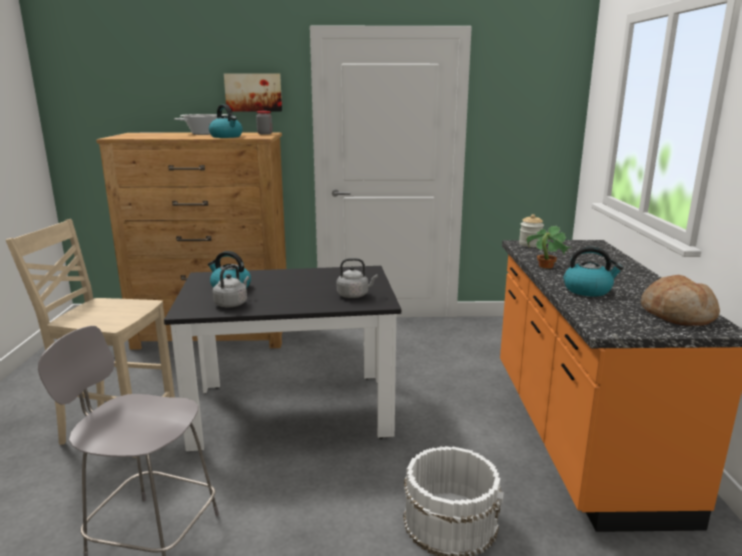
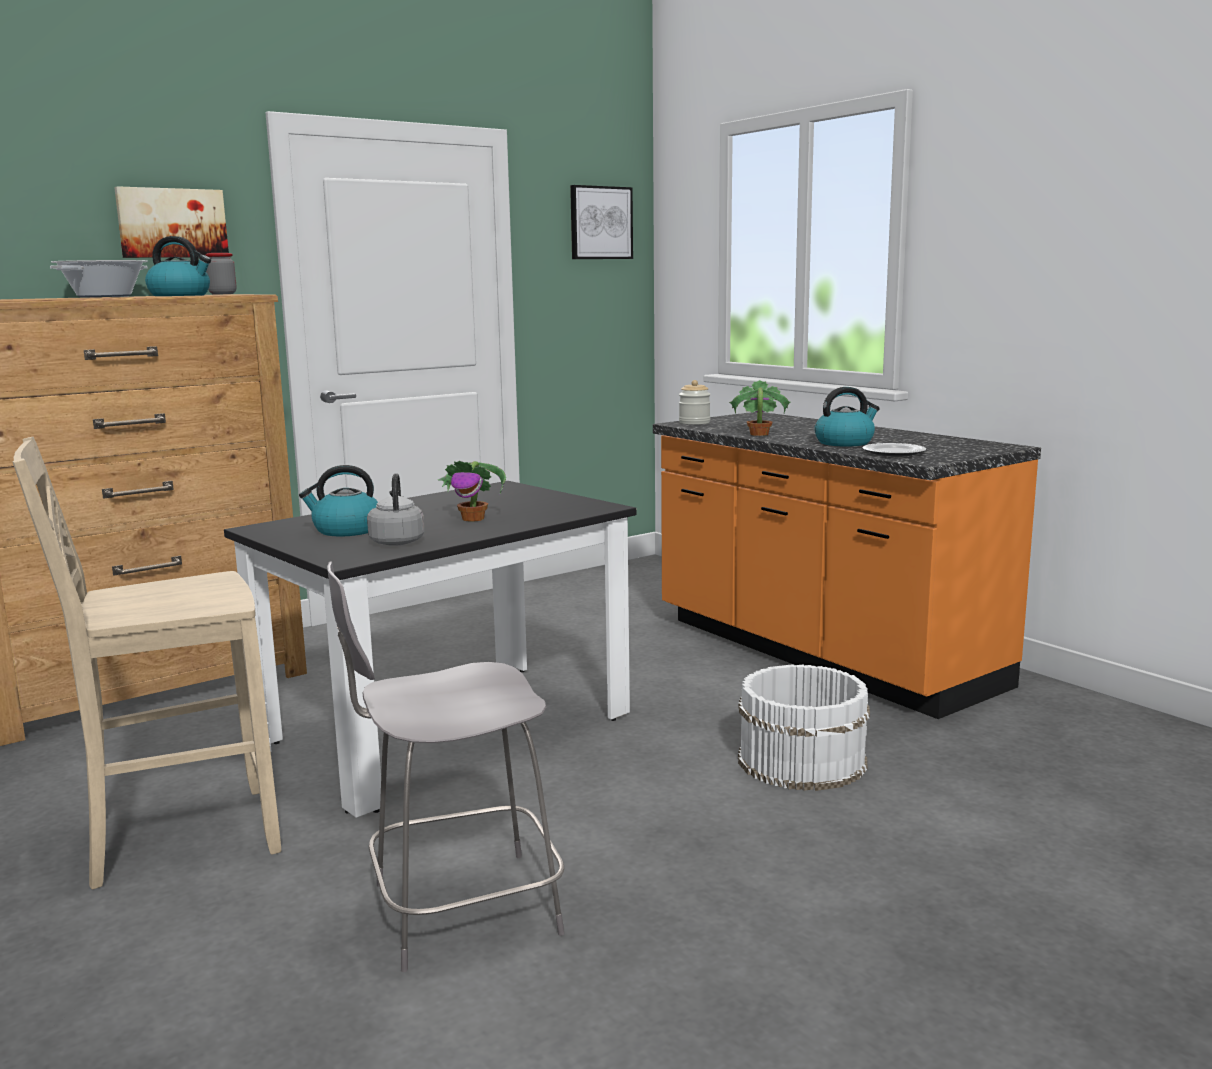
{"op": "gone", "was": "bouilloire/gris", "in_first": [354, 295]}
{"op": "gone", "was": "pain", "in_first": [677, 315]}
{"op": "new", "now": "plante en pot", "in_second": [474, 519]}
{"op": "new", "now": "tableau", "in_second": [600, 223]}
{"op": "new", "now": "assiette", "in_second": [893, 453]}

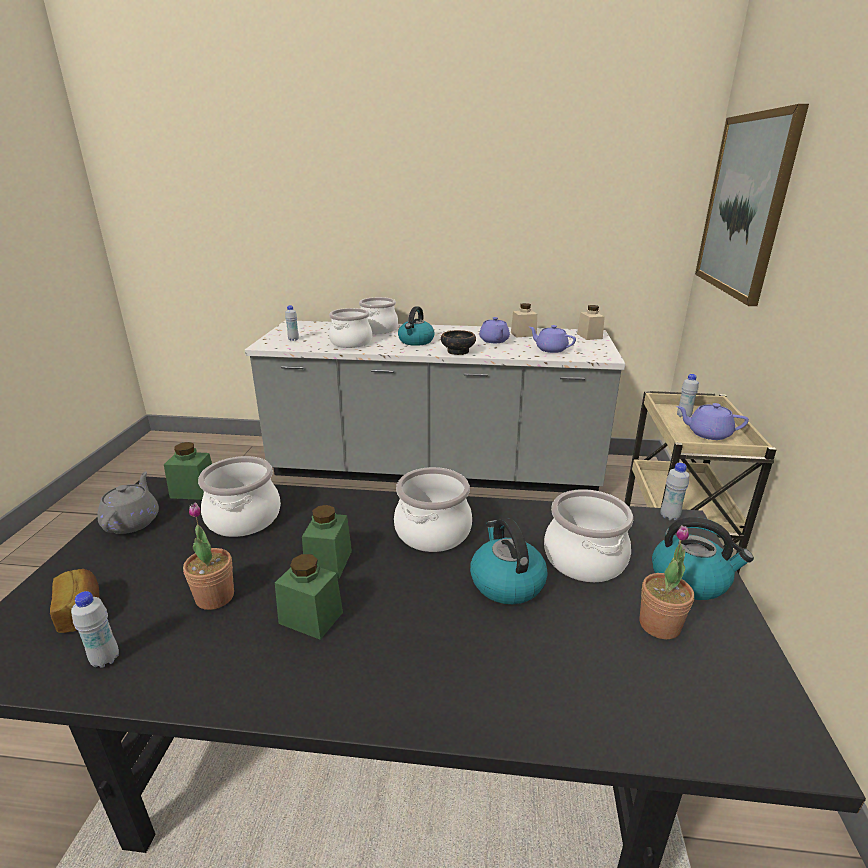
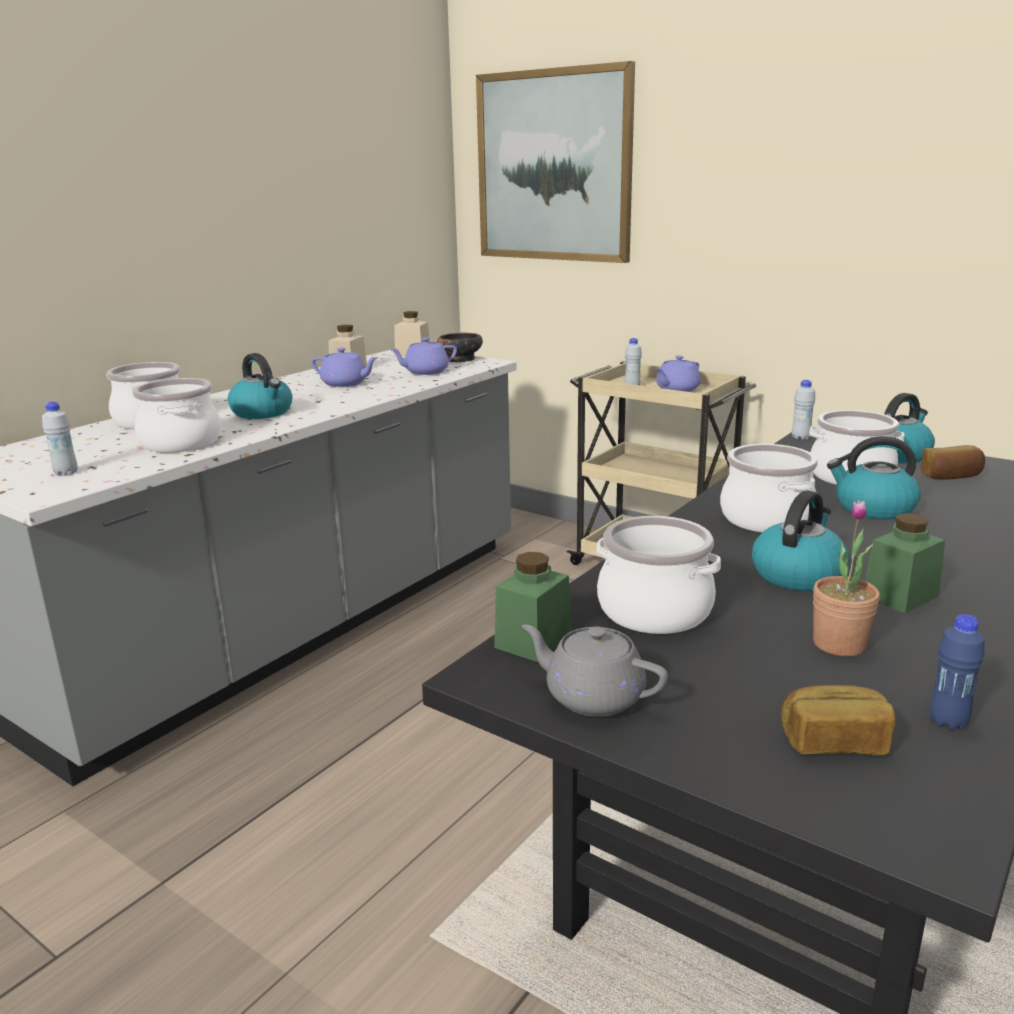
{"op": "repainted", "was": "bouteille/blanc", "now": "bouteille/bleu", "in_first": [105, 659], "in_second": [948, 722]}
{"op": "swapped", "was": "bocal/vert", "now": "bouilloire", "in_first": [329, 562], "in_second": [797, 574]}
{"op": "shifted", "was": "bol", "in_first": [457, 352], "in_second": [460, 359]}
{"op": "swapped", "was": "plante en pot", "now": "pain", "in_first": [659, 625], "in_second": [951, 476]}

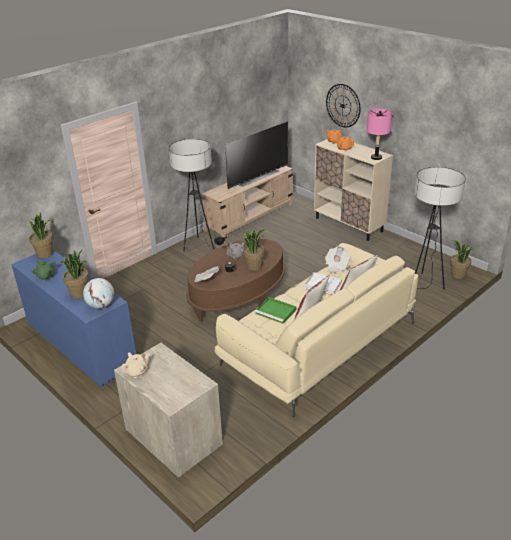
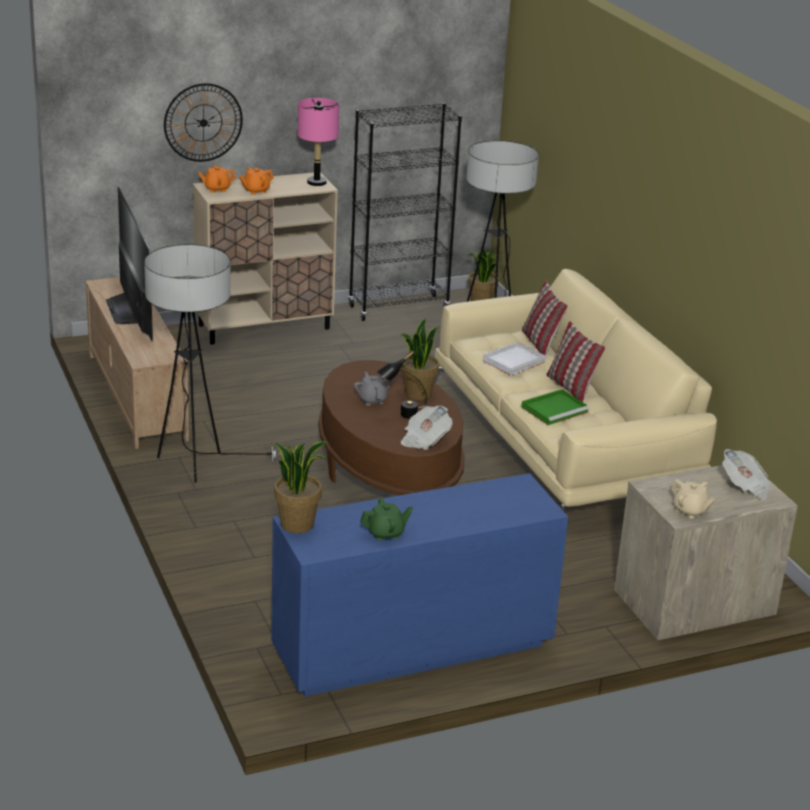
{"op": "gone", "was": "plante en pot", "in_first": [79, 294]}
{"op": "gone", "was": "globe", "in_first": [101, 305]}
{"op": "rotated", "was": "théière/beige", "in_first": [137, 371], "in_second": [690, 511], "clockwise": 150}
{"op": "shifted", "was": "journal", "in_first": [337, 266], "in_second": [745, 487]}
{"op": "new", "now": "bibliothèque/noir", "in_second": [398, 308]}

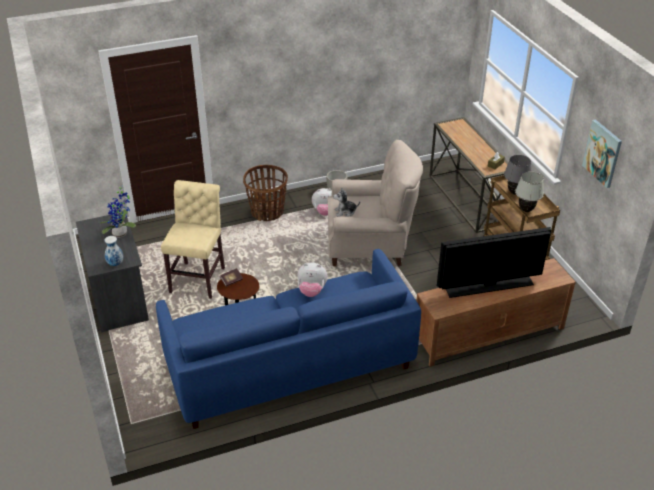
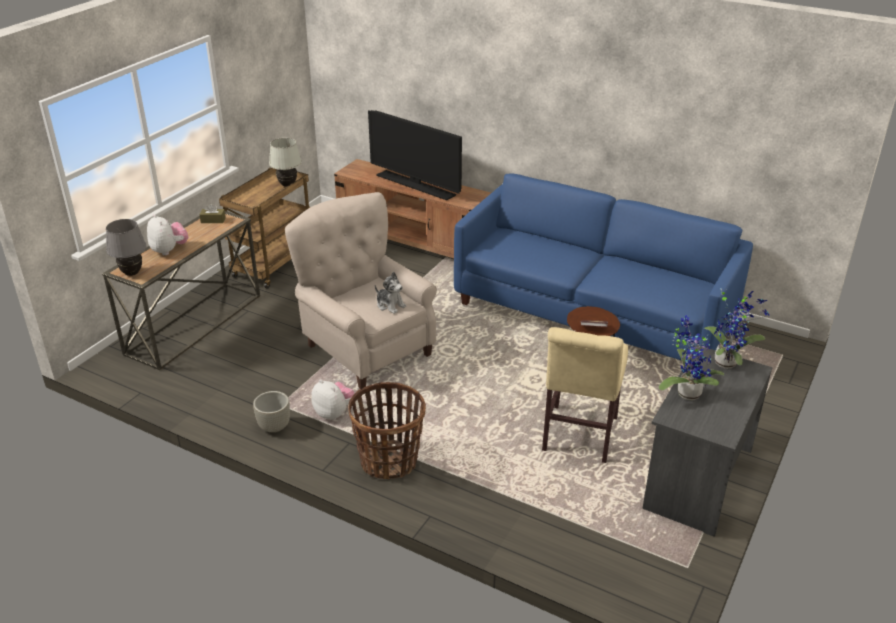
{"op": "swapped", "was": "vase", "now": "plante en pot", "in_first": [115, 264], "in_second": [727, 362]}
{"op": "rotated", "was": "chaise/beige", "in_first": [199, 278], "in_second": [578, 437], "clockwise": -45}
{"op": "shifted", "was": "peluche", "in_first": [312, 291], "in_second": [169, 250]}
{"op": "shifted", "was": "lampe de table/gris", "in_first": [514, 192], "in_second": [132, 273]}
{"op": "gone", "was": "tableau", "in_first": [602, 153]}

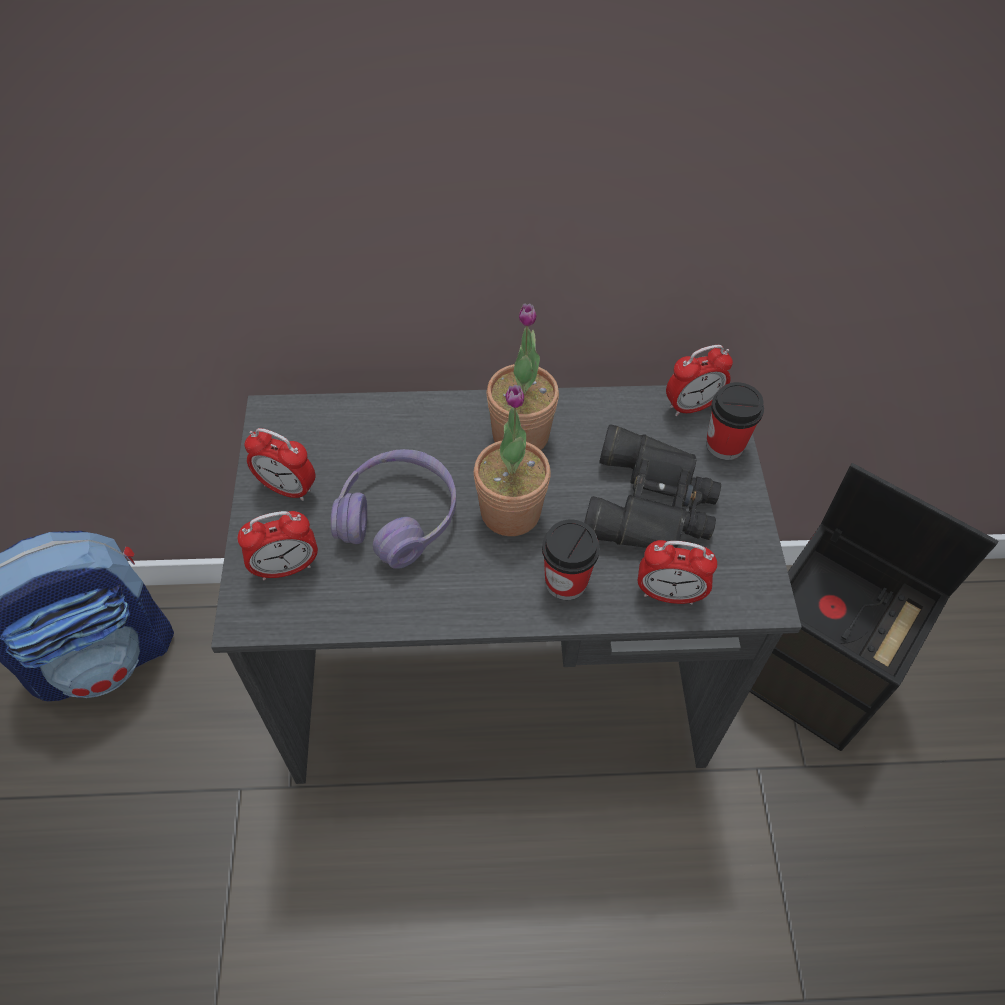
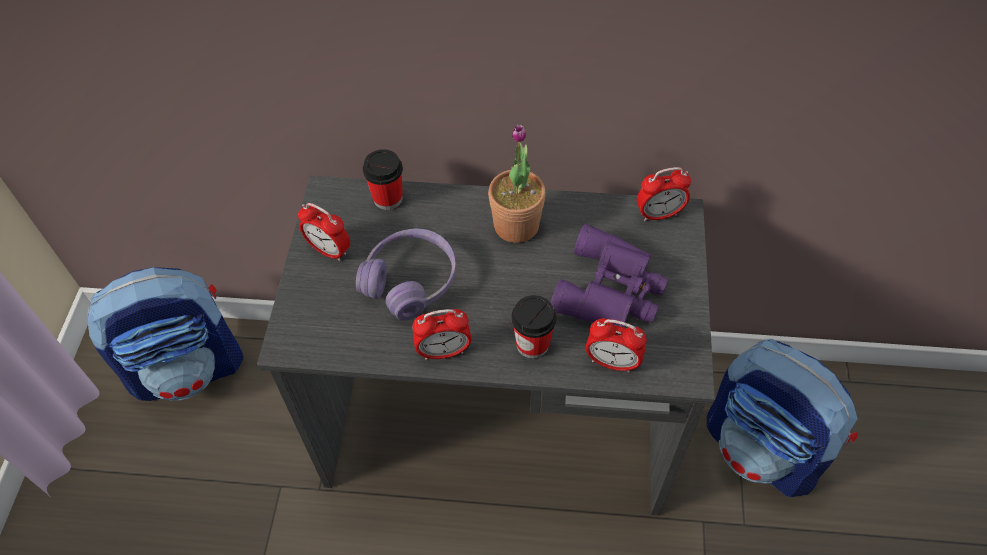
{"op": "shifted", "was": "réveil", "in_first": [286, 568], "in_second": [443, 351]}
{"op": "gone", "was": "plante en pot", "in_first": [510, 512]}
{"op": "repainted", "was": "jumelles/noir", "now": "jumelles/violet", "in_first": [652, 504], "in_second": [612, 290]}
{"op": "shifted", "was": "tasse", "in_first": [724, 445], "in_second": [388, 198]}
{"op": "swapped", "was": "boîte de rangement/noir", "now": "sac à dos", "in_first": [812, 674], "in_second": [763, 449]}

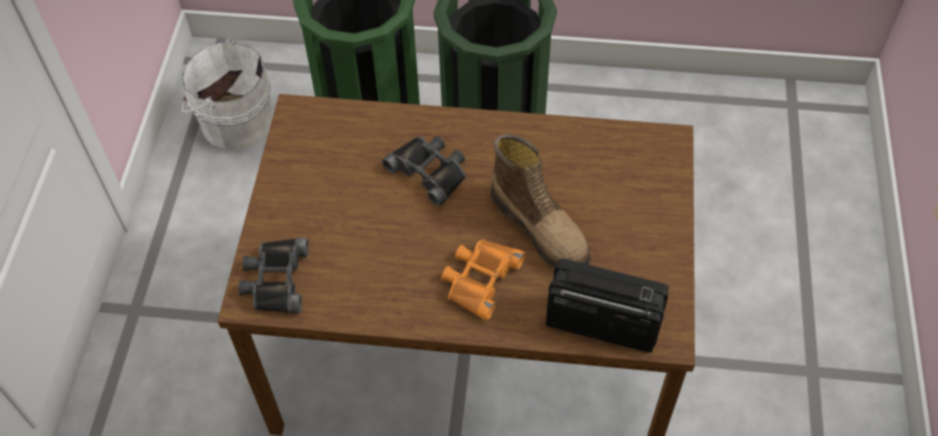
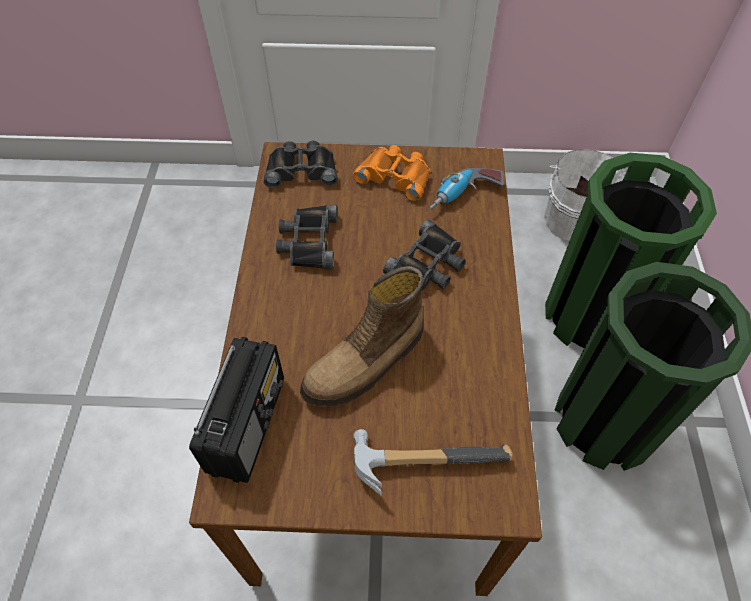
{"op": "shifted", "was": "jumelles/orange", "in_first": [480, 279], "in_second": [395, 176]}
{"op": "new", "now": "jumelles/noir", "in_second": [308, 241]}
{"op": "new", "now": "marteau", "in_second": [423, 457]}
{"op": "new", "now": "perceuse", "in_second": [464, 197]}

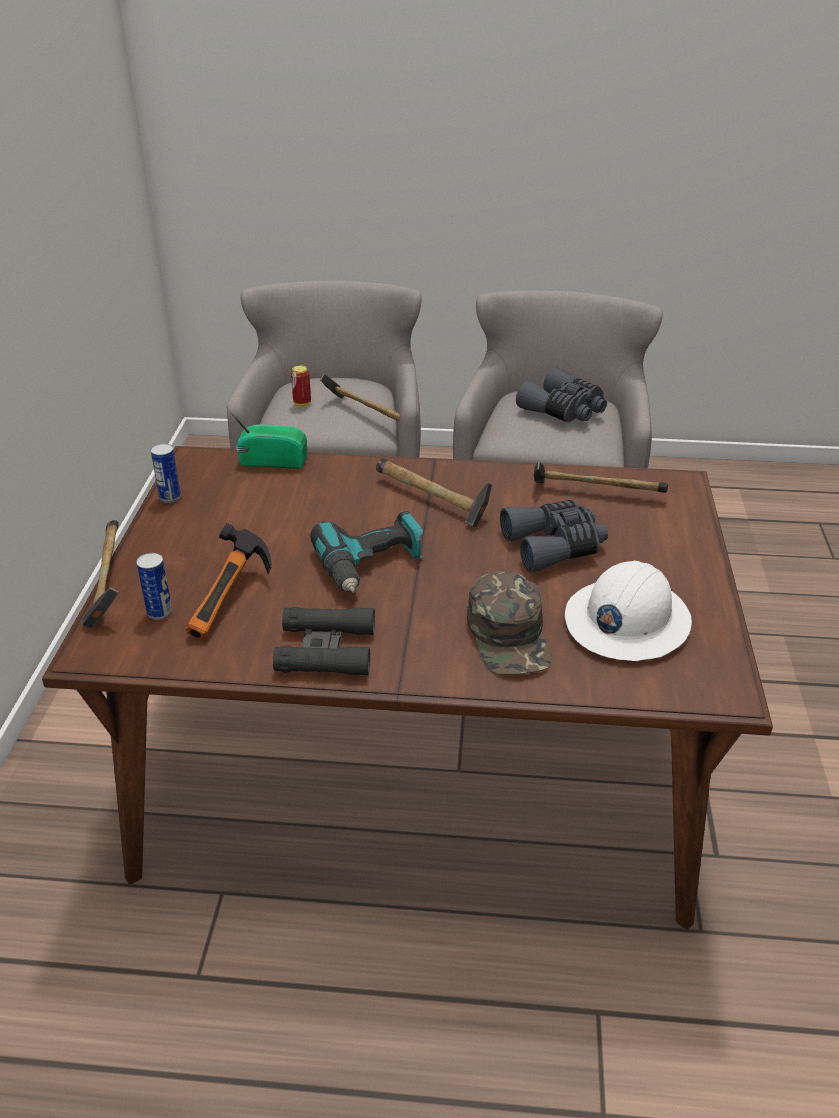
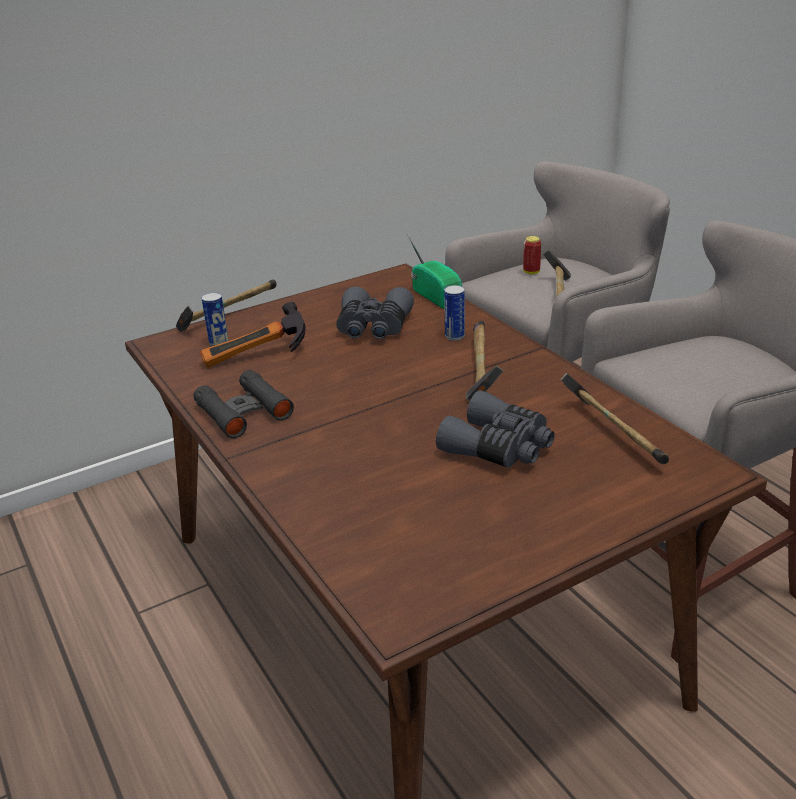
{"op": "shifted", "was": "boîte métallique", "in_first": [170, 497], "in_second": [454, 336]}
{"op": "gone", "was": "perceuse", "in_first": [371, 565]}
{"op": "gone", "was": "casquette/vert", "in_first": [510, 635]}
{"op": "shifted", "was": "jumelles/gris", "in_first": [564, 410], "in_second": [373, 327]}
{"op": "gone", "was": "casque de chantier/blanc", "in_first": [626, 621]}

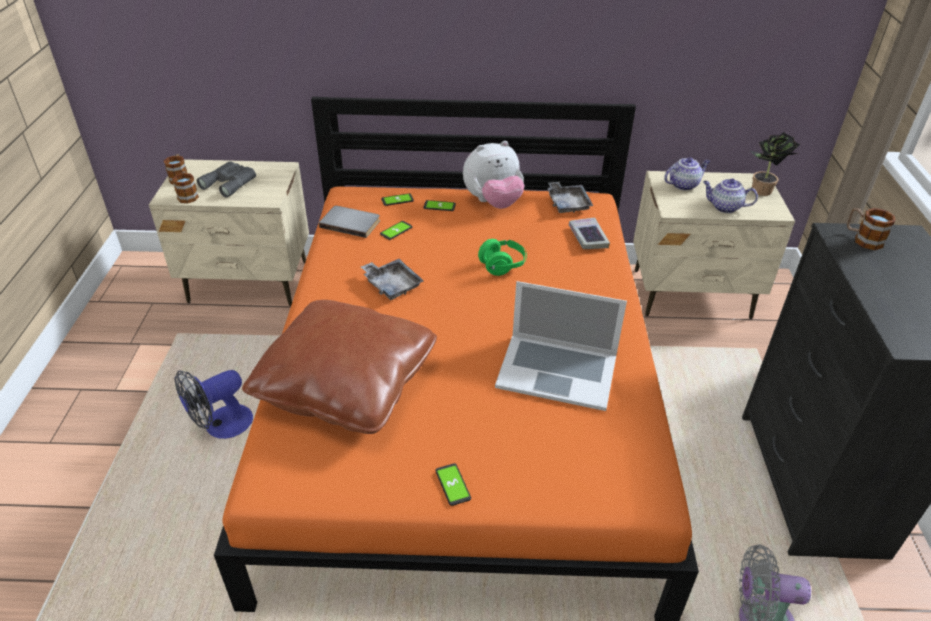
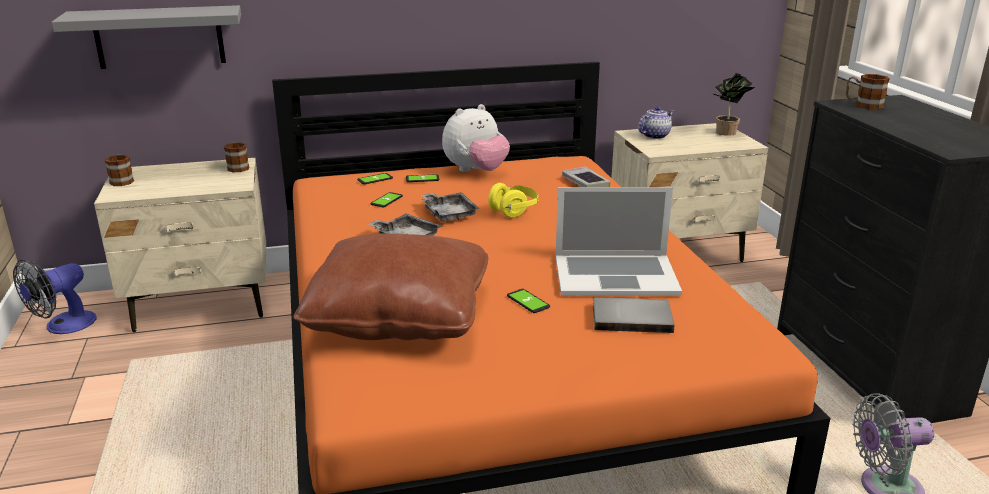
{"op": "shifted", "was": "mug", "in_first": [188, 195], "in_second": [237, 167]}
{"op": "shifted", "was": "ventilateur", "in_first": [221, 426], "in_second": [63, 326]}
{"op": "gone", "was": "jumelles/gris", "in_first": [231, 182]}
{"op": "shifted", "was": "livre/gris", "in_first": [351, 223], "in_second": [631, 317]}
{"op": "shifted", "was": "téléphone", "in_first": [453, 485], "in_second": [528, 302]}
{"op": "repainted", "was": "casque audio/vert", "now": "casque audio/jaune", "in_first": [502, 266], "in_second": [514, 210]}
{"op": "shifted", "was": "plateau/gris", "in_first": [567, 203], "in_second": [449, 213]}
{"op": "gone", "was": "théière", "in_first": [724, 207]}
{"op": "new", "now": "étagère/gris", "in_second": [159, 37]}

